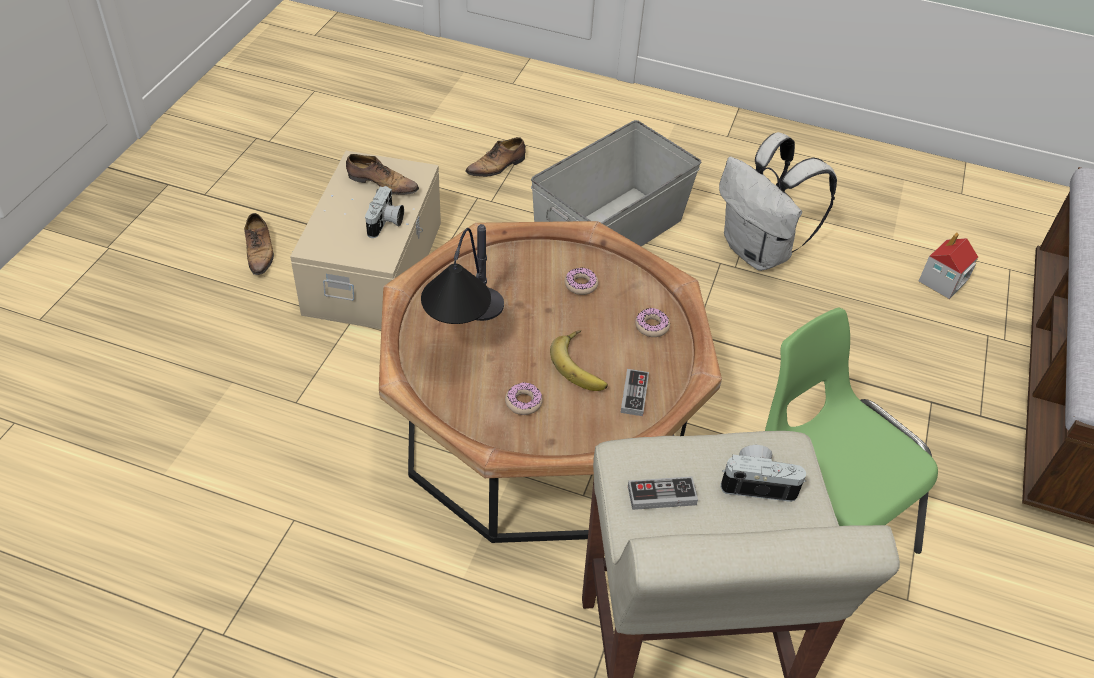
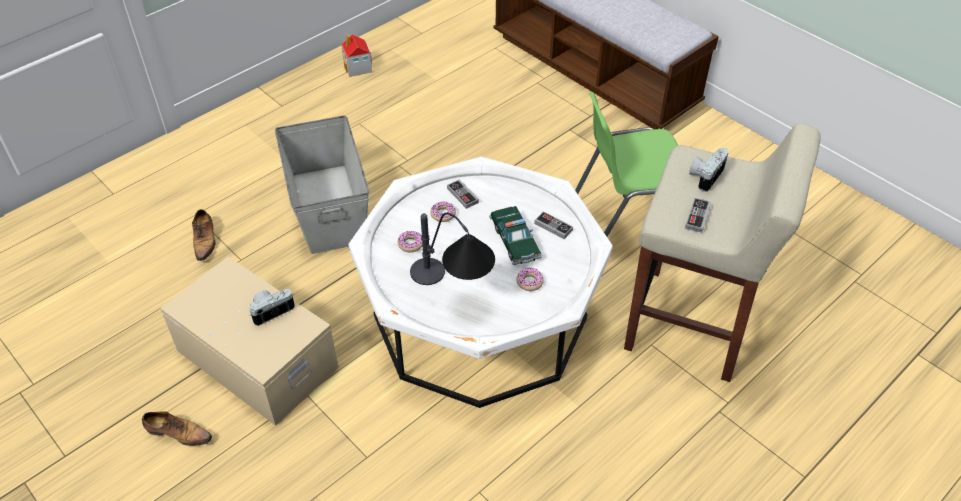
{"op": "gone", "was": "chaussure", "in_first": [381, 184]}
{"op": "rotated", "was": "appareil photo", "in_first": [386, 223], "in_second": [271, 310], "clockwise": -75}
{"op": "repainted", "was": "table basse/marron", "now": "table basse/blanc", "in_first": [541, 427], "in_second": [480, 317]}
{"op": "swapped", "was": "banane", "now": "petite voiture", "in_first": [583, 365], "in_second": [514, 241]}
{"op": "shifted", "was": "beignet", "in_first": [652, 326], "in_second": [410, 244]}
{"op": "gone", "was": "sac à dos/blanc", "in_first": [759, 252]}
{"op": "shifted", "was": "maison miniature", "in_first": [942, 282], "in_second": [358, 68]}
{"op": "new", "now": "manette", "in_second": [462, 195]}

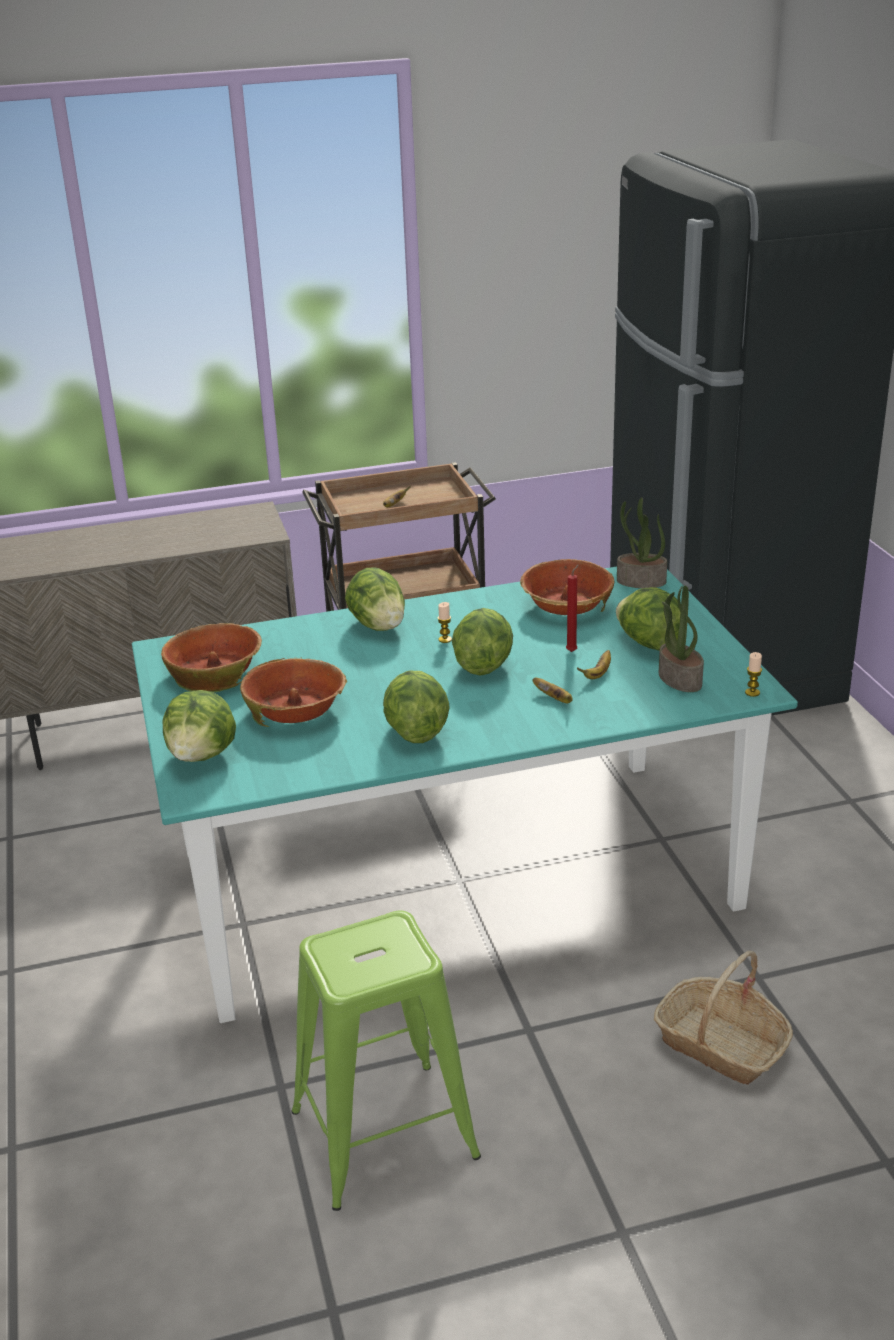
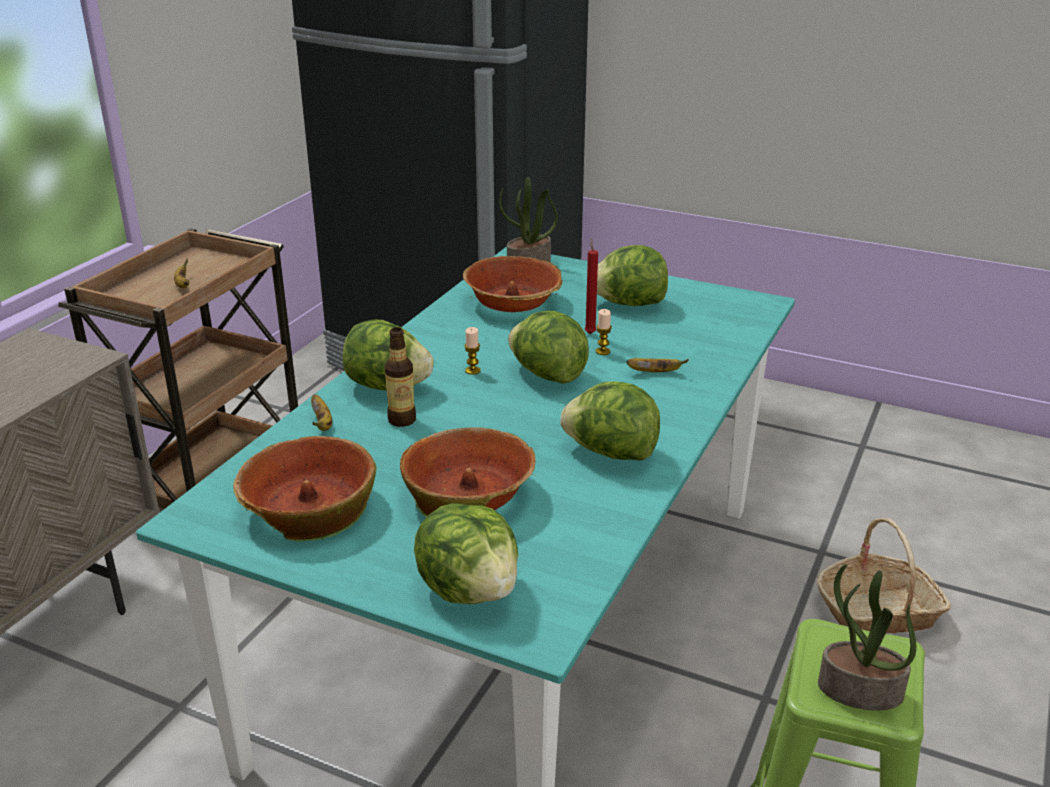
{"op": "shifted", "was": "banane", "in_first": [598, 674], "in_second": [322, 423]}
{"op": "shifted", "was": "plante en pot", "in_first": [678, 679], "in_second": [859, 691]}
{"op": "shifted", "was": "bougie", "in_first": [752, 692], "in_second": [603, 351]}
{"op": "new", "now": "bouteille", "in_second": [402, 420]}

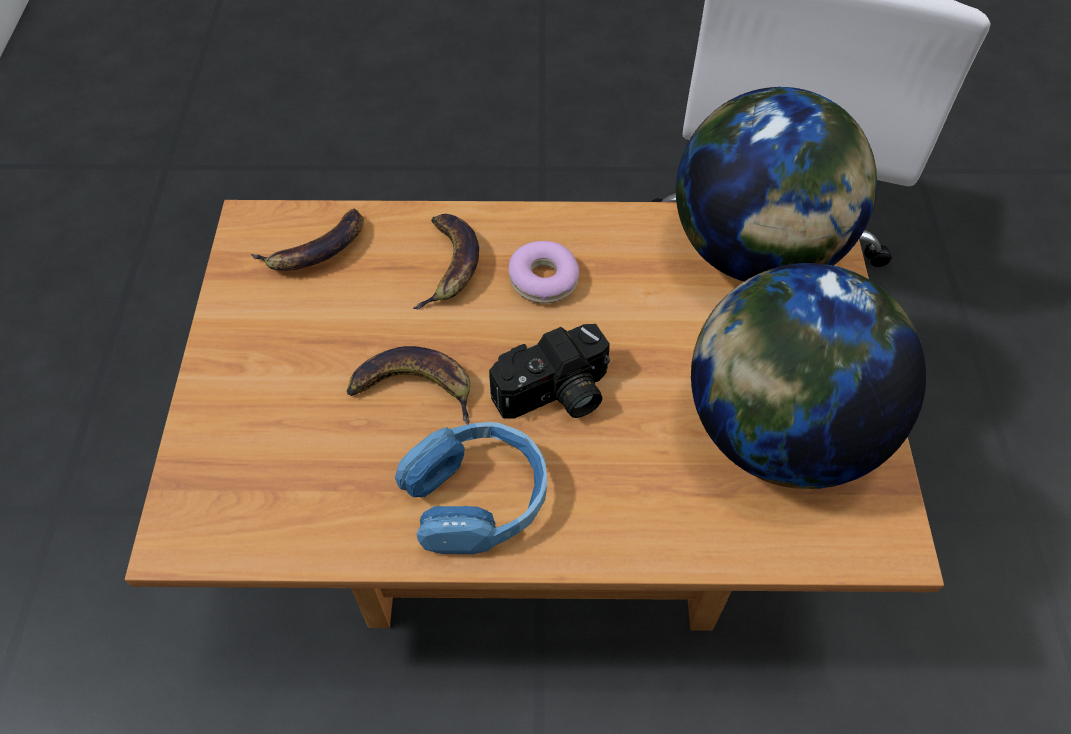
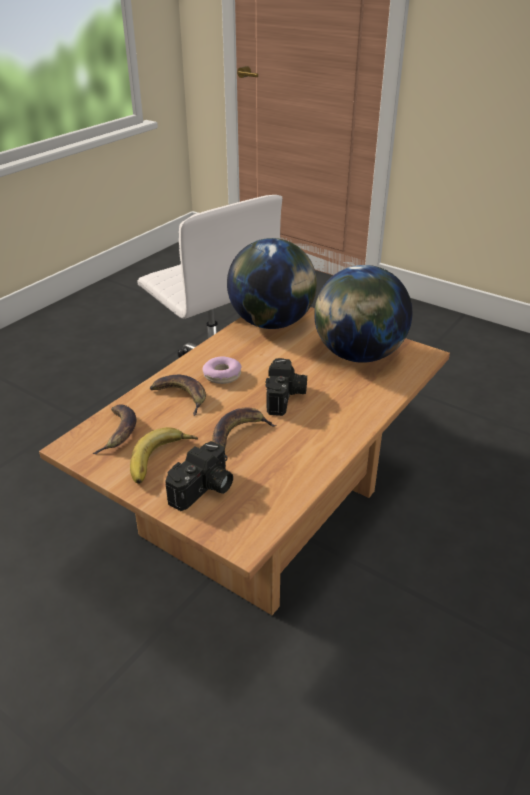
{"op": "gone", "was": "casque audio/bleu", "in_first": [477, 498]}
{"op": "new", "now": "banane", "in_second": [162, 461]}
{"op": "new", "now": "appareil photo", "in_second": [204, 490]}

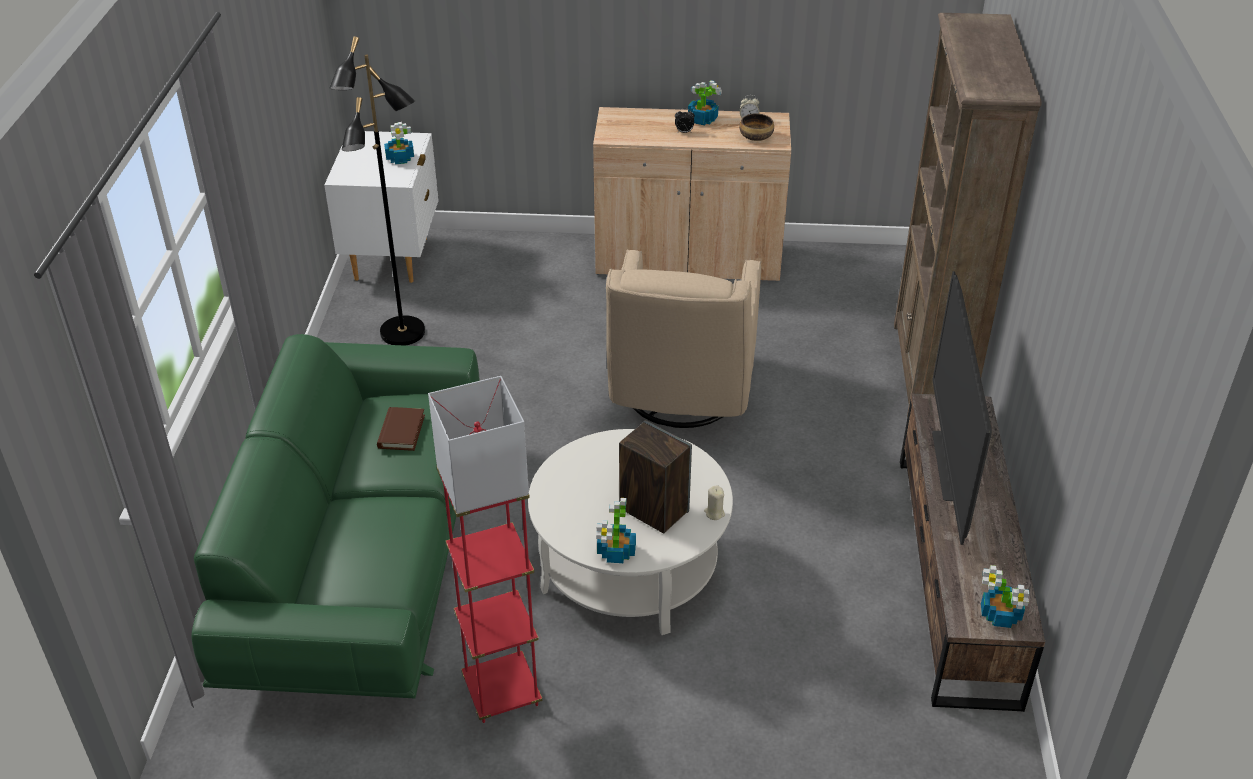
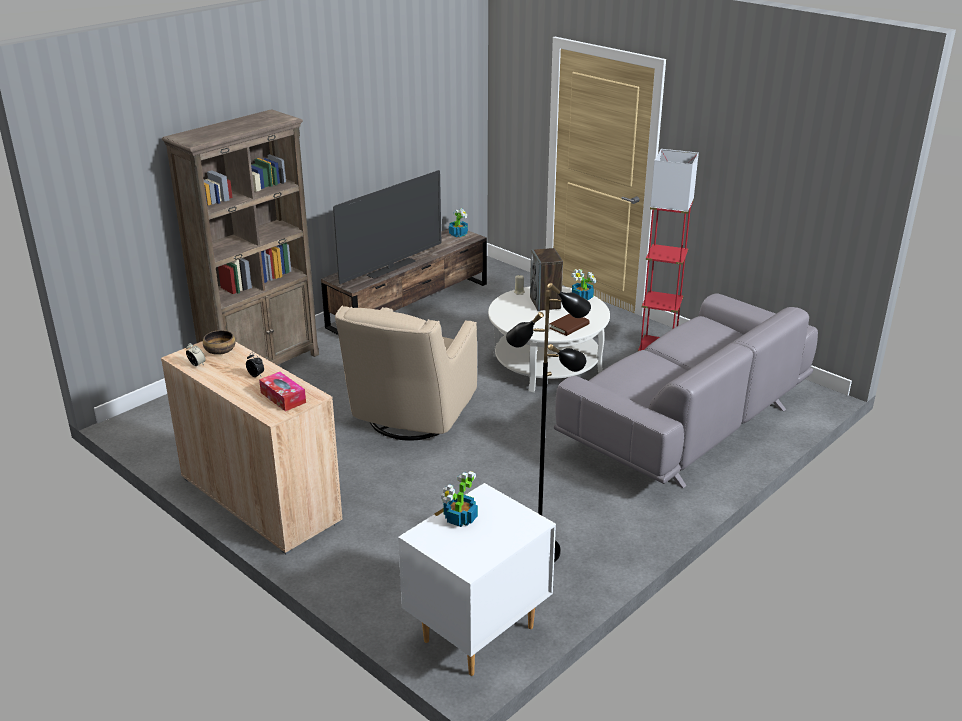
{"op": "repainted", "was": "canapé/vert", "now": "canapé/gris", "in_first": [364, 559], "in_second": [685, 424]}
{"op": "shifted", "was": "livre/marron", "in_first": [401, 431], "in_second": [569, 326]}
{"op": "rotated", "was": "fauteuil/beige", "in_first": [680, 395], "in_second": [410, 419], "clockwise": 150}
{"op": "gone", "was": "plante en pot", "in_first": [702, 119]}
{"op": "new", "now": "boîte à mouchoirs", "in_second": [283, 397]}

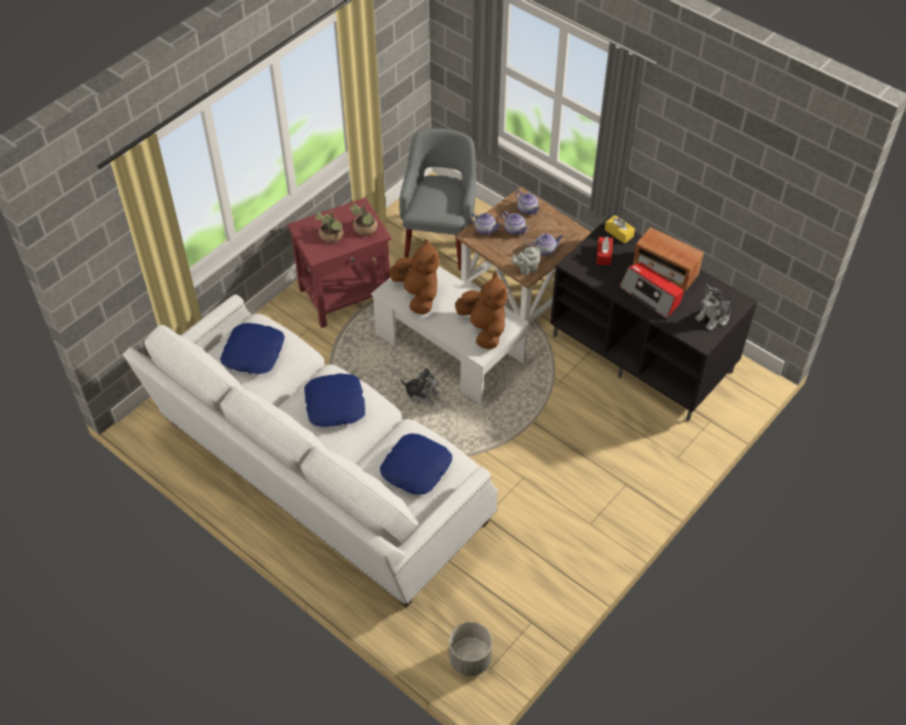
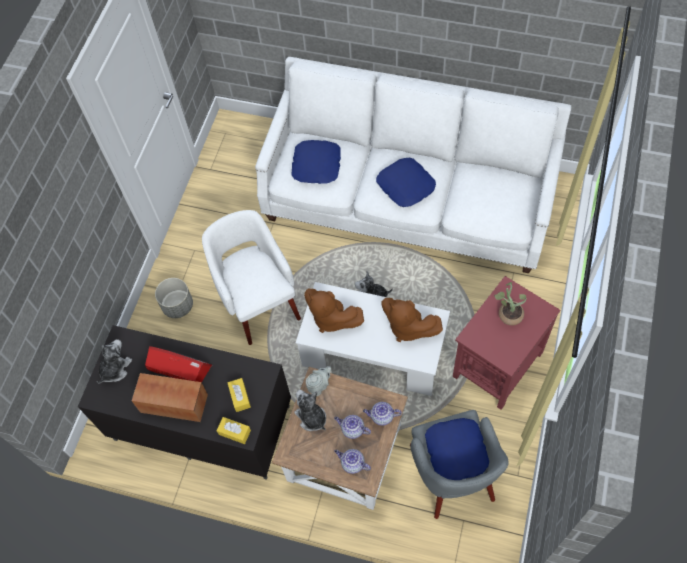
{"op": "shifted", "was": "coussin/bleu", "in_first": [254, 353], "in_second": [455, 451]}
{"op": "gone", "was": "plante en pot", "in_first": [365, 230]}
{"op": "shifted", "was": "cache-pot/gris", "in_first": [470, 659], "in_second": [177, 306]}
{"op": "swapped", "was": "théière", "now": "peluche", "in_first": [545, 250], "in_second": [311, 417]}
{"op": "repainted", "was": "boîte à mouchoirs/rouge", "now": "boîte à mouchoirs/jaune", "in_first": [604, 255], "in_second": [240, 397]}
{"op": "new", "now": "fauteuil/blanc", "in_second": [259, 301]}

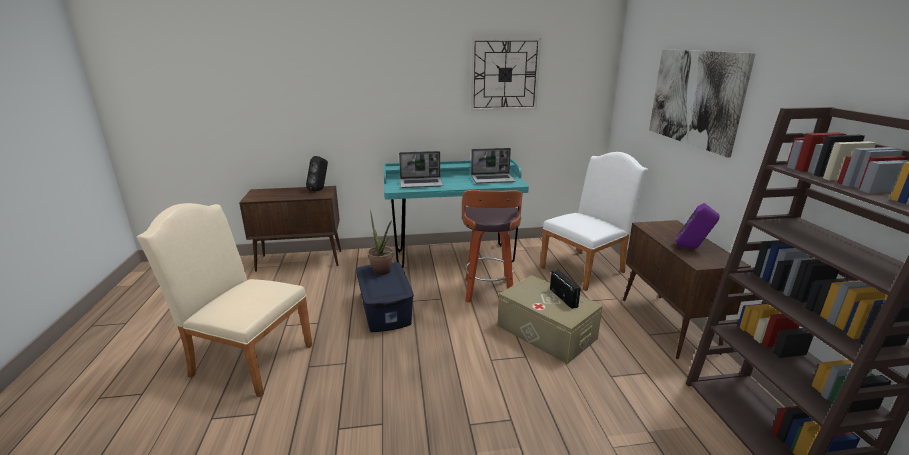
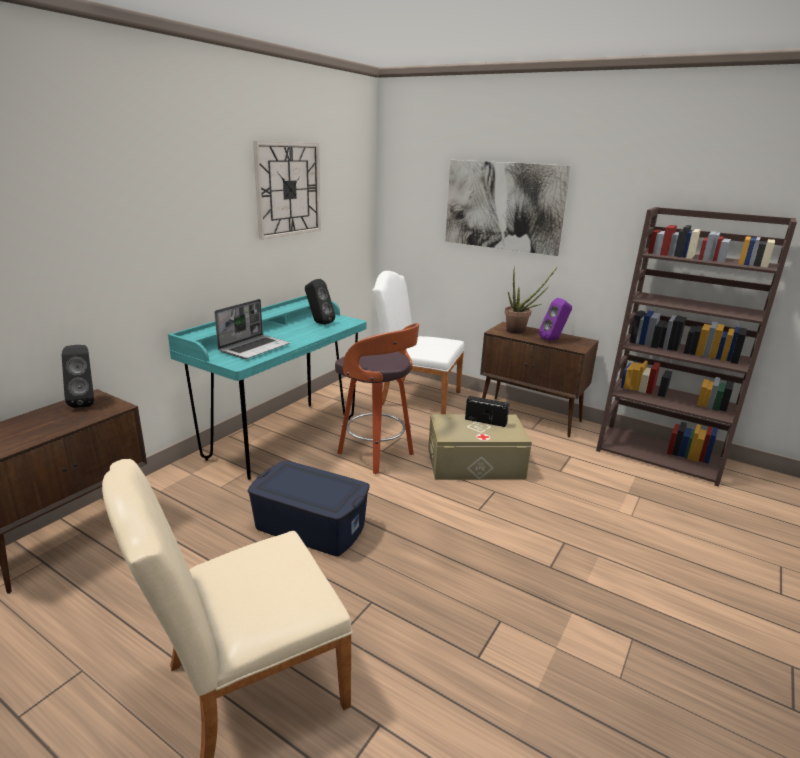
{"op": "shifted", "was": "plante en pot", "in_first": [383, 272], "in_second": [520, 331]}
{"op": "swapped", "was": "ordinateur portable", "now": "enceinte/noir", "in_first": [493, 179], "in_second": [318, 323]}
{"op": "rotated", "was": "chaise/blanc", "in_first": [586, 268], "in_second": [415, 397], "clockwise": -75}

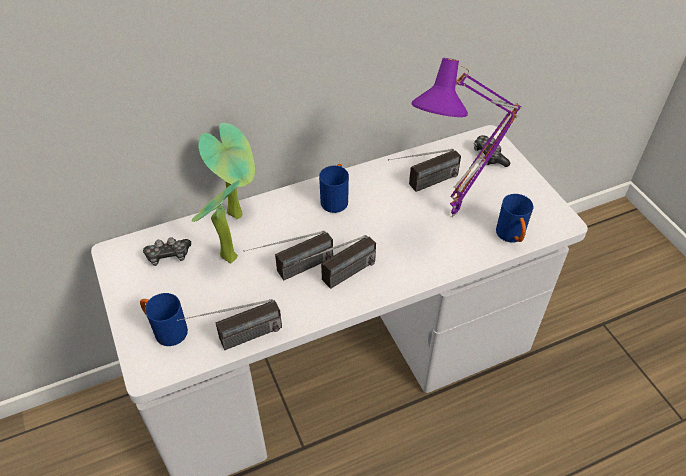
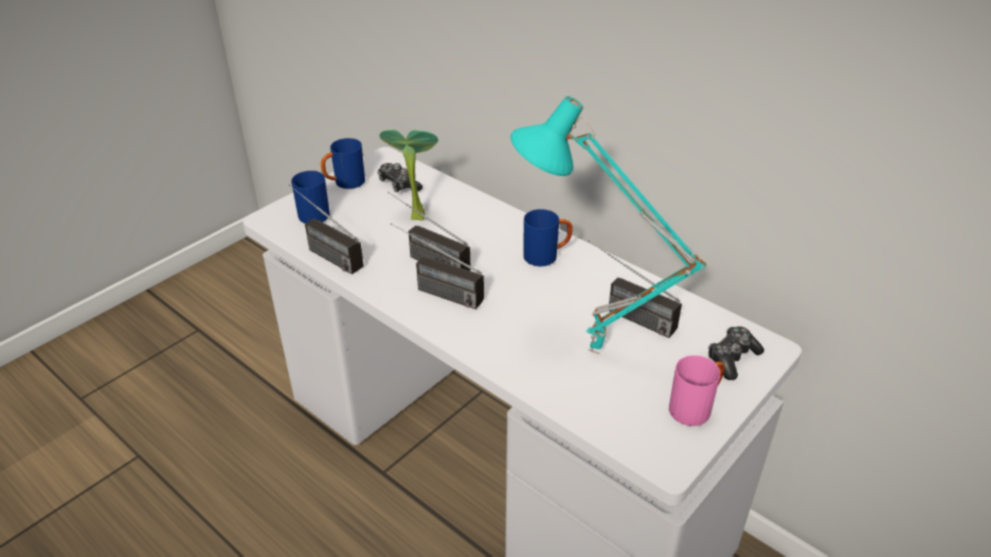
{"op": "gone", "was": "plante en pot", "in_first": [239, 213]}
{"op": "repainted", "was": "lampe de table/violet", "now": "lampe de table/turquoise", "in_first": [456, 218], "in_second": [592, 355]}
{"op": "shifted", "was": "mug/bleu", "in_first": [512, 237], "in_second": [344, 183]}
{"op": "new", "now": "mug/rose", "in_second": [695, 407]}

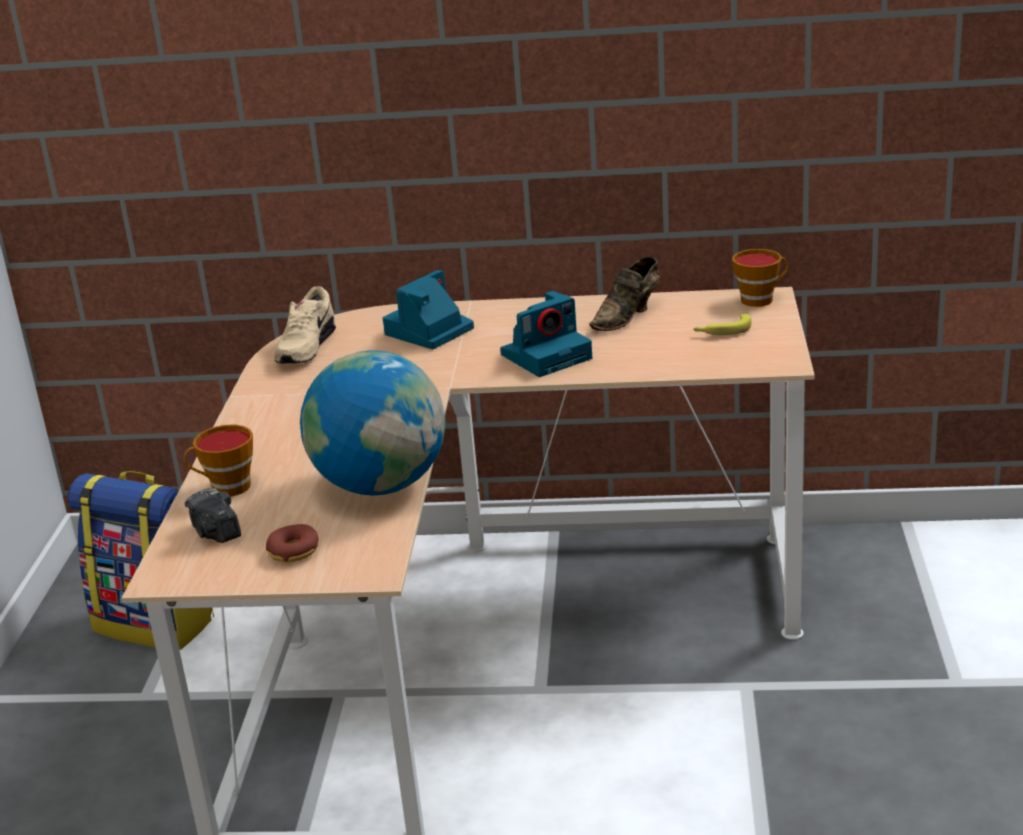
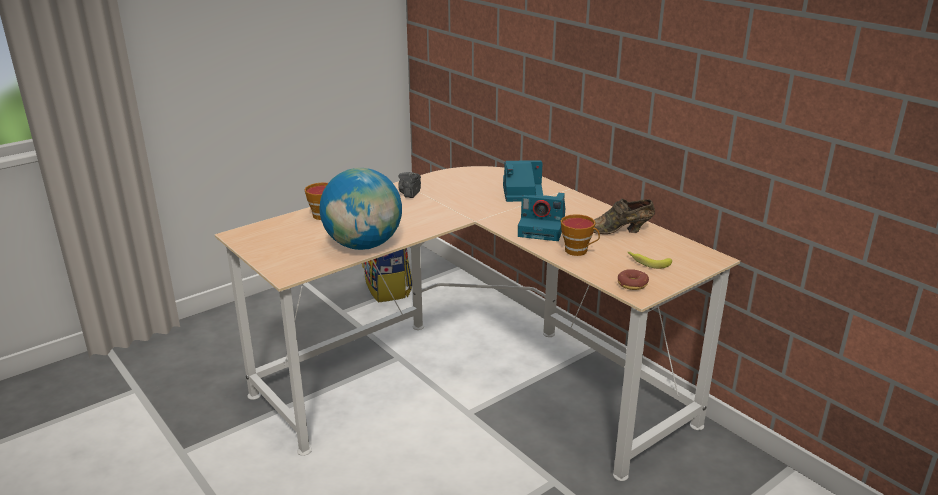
{"op": "shifted", "was": "appareil photo", "in_first": [216, 532], "in_second": [410, 193]}
{"op": "shifted", "was": "beignet", "in_first": [293, 551], "in_second": [632, 284]}
{"op": "gone", "was": "chaussure/beige", "in_first": [305, 348]}
{"op": "shifted", "was": "tasse", "in_first": [760, 299], "in_second": [579, 251]}

